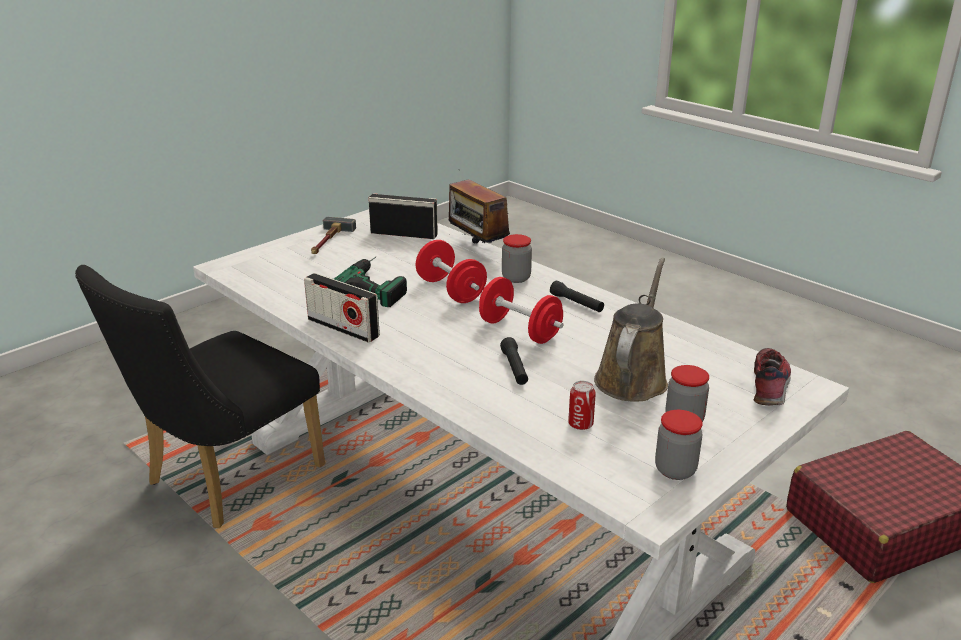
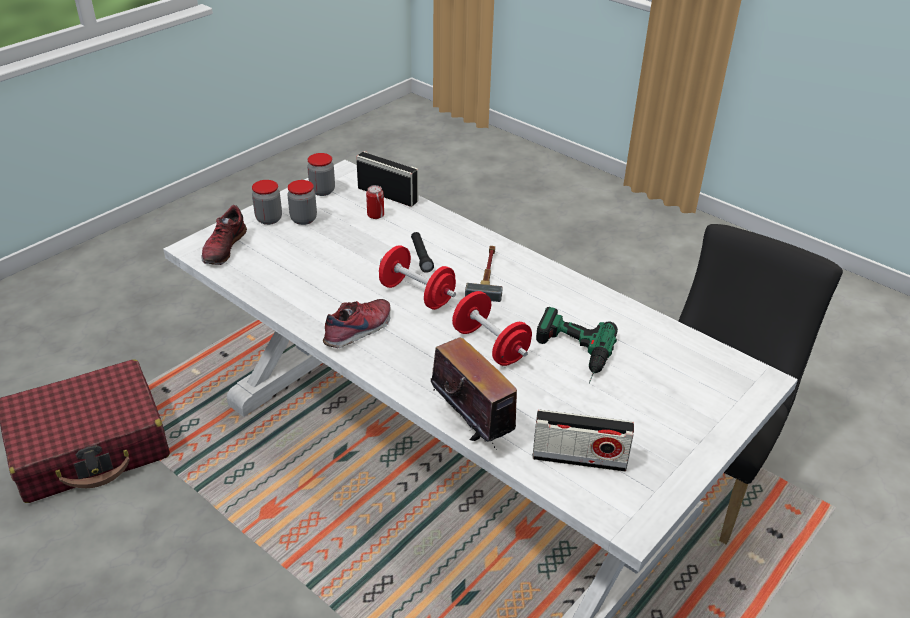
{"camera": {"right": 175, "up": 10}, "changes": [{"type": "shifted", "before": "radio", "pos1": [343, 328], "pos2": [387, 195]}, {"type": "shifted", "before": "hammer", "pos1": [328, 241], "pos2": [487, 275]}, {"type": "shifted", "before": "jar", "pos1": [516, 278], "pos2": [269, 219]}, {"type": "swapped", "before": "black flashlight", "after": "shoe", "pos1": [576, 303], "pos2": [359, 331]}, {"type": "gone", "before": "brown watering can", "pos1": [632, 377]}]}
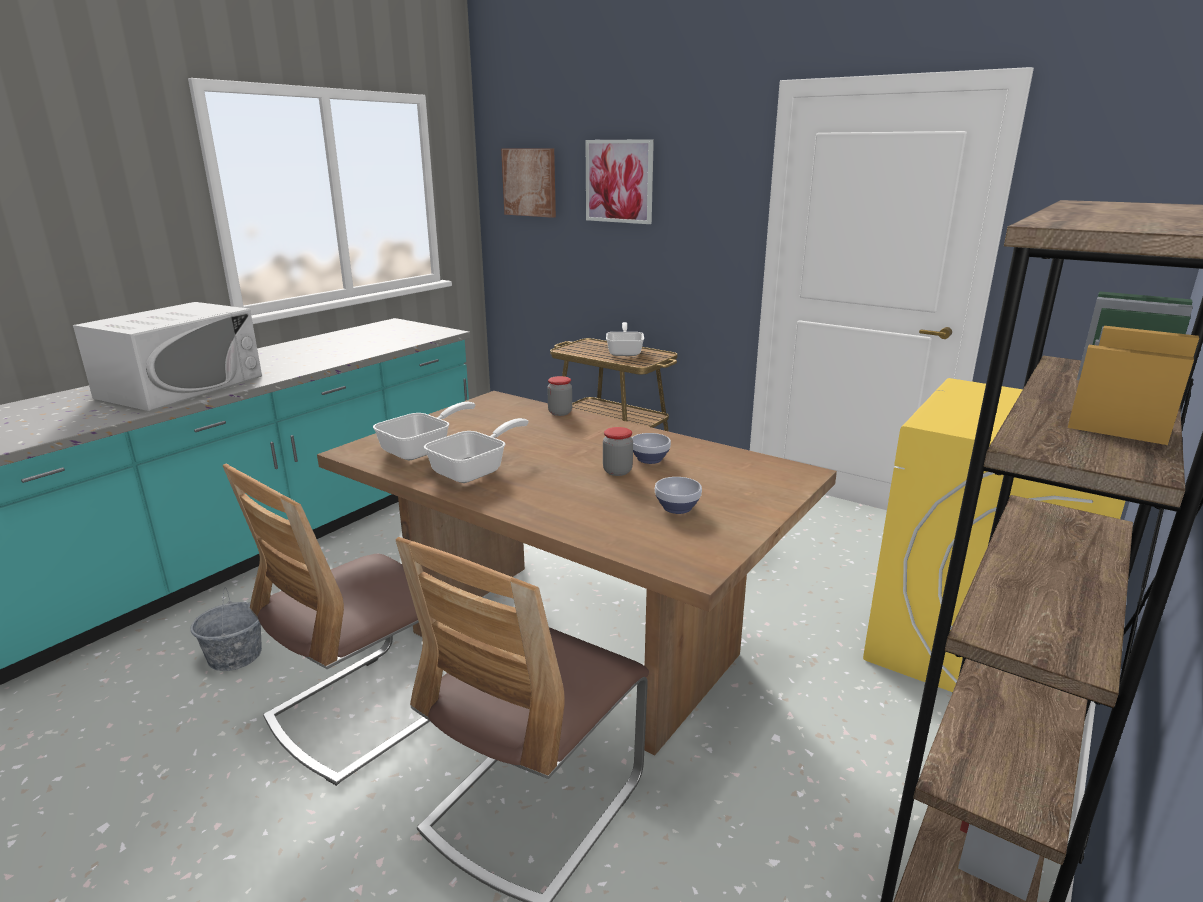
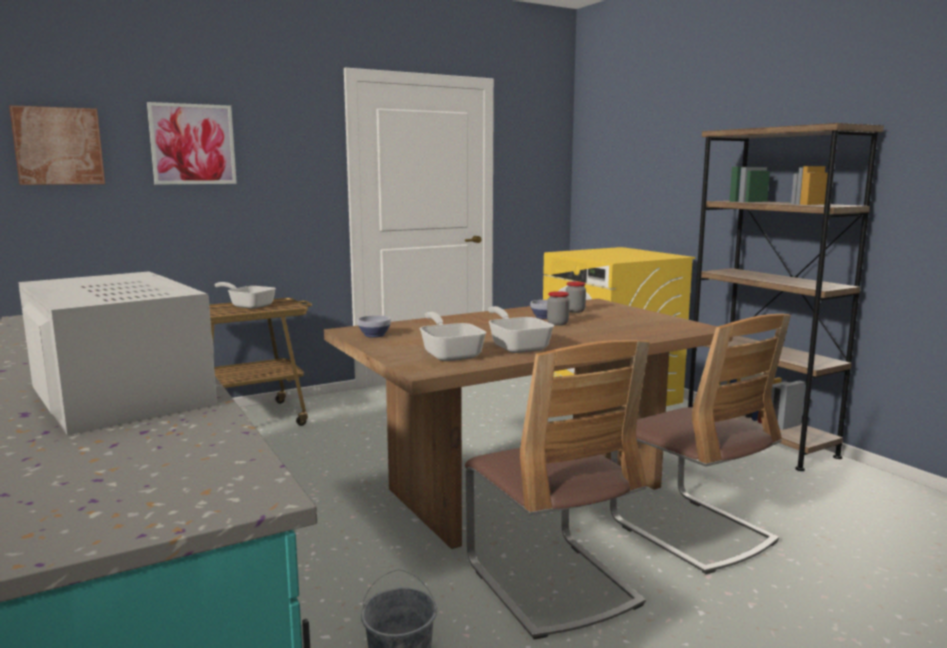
{"camera": {"right": -65, "up": -10}, "changes": [{"type": "shifted", "before": "jar", "pos1": [560, 412], "pos2": [575, 311]}, {"type": "shifted", "before": "bowl", "pos1": [678, 507], "pos2": [374, 335]}]}
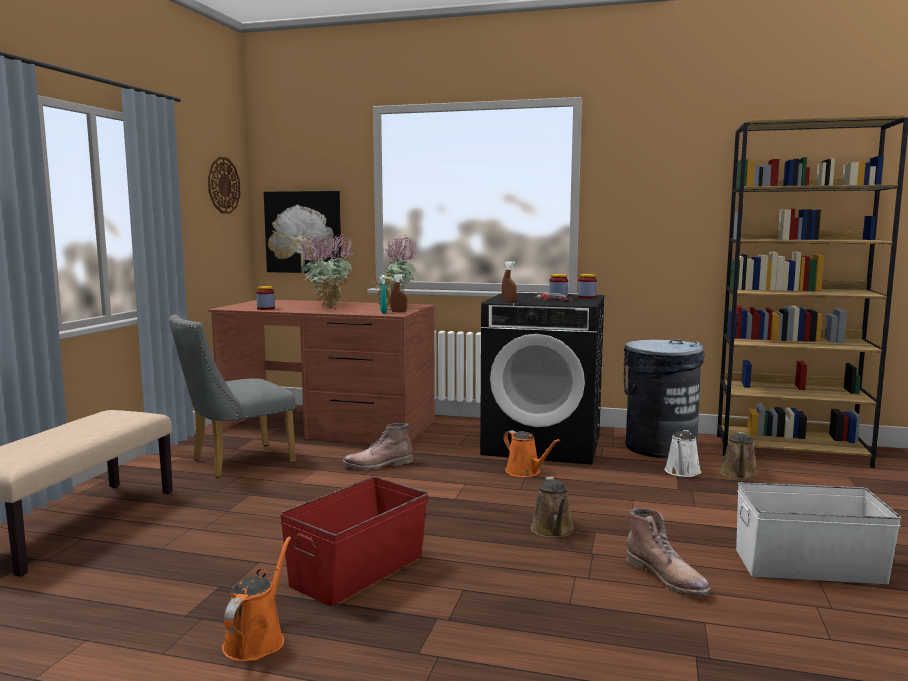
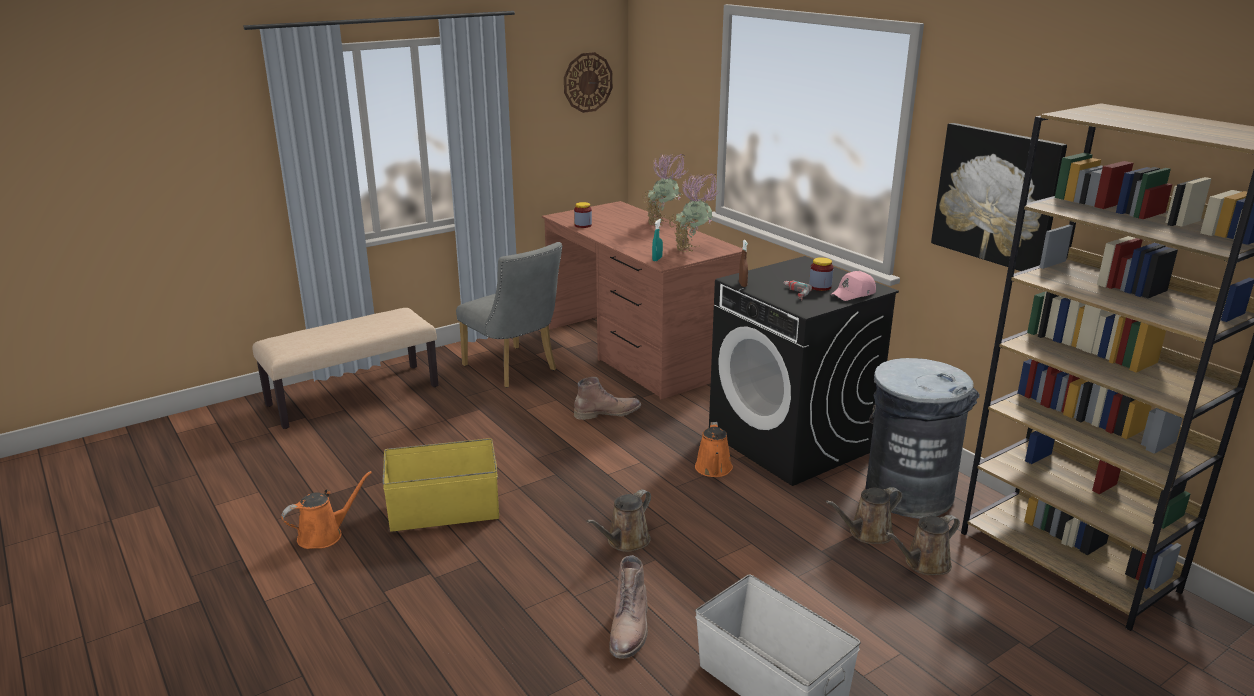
{"camera": {"right": 40, "up": 15}, "changes": [{"type": "rotated", "before": "grey chair", "pos1": [235, 462], "pos2": [514, 370], "turn": -135}, {"type": "shifted", "before": "picture", "pos1": [304, 232], "pos2": [997, 196]}, {"type": "repainted", "before": "red storage box", "after": "yellow storage box", "pos1": [359, 570], "pos2": [445, 511]}, {"type": "gone", "before": "potted plant", "pos1": [323, 307]}, {"type": "rotated", "before": "brown boot", "pos1": [378, 465], "pos2": [607, 412], "turn": 135}, {"type": "gone", "before": "brown spray bottle", "pos1": [398, 312]}, {"type": "swapped", "before": "jar", "after": "pink cap", "pos1": [586, 297], "pos2": [853, 294]}, {"type": "repainted", "before": "white watering can", "after": "brown watering can", "pos1": [682, 472], "pos2": [867, 533]}]}
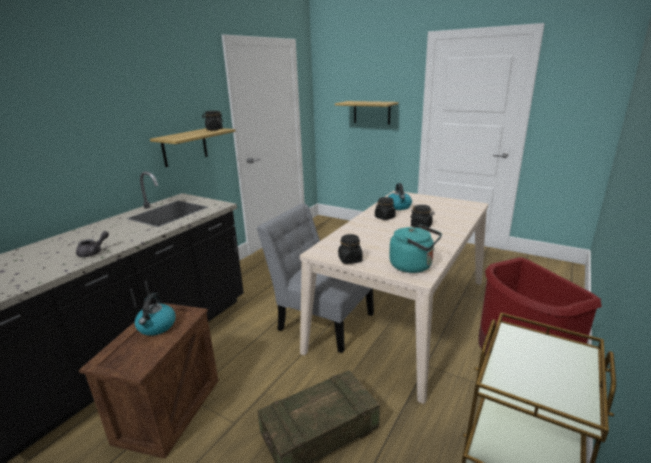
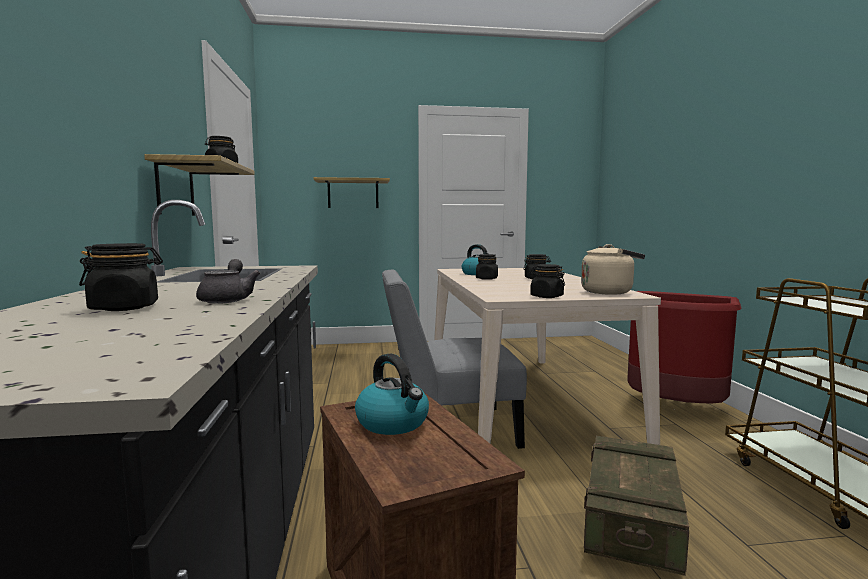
{"camera": {"right": -40, "up": -15}, "changes": [{"type": "repainted", "before": "turquoise kettle", "after": "beige kettle", "pos1": [413, 266], "pos2": [609, 292]}, {"type": "new", "after": "black jar", "pos2": [125, 308]}]}
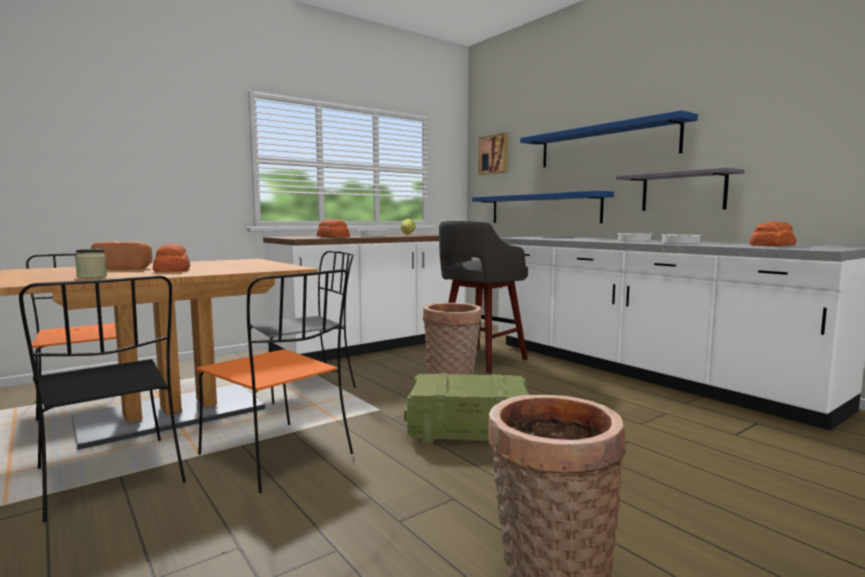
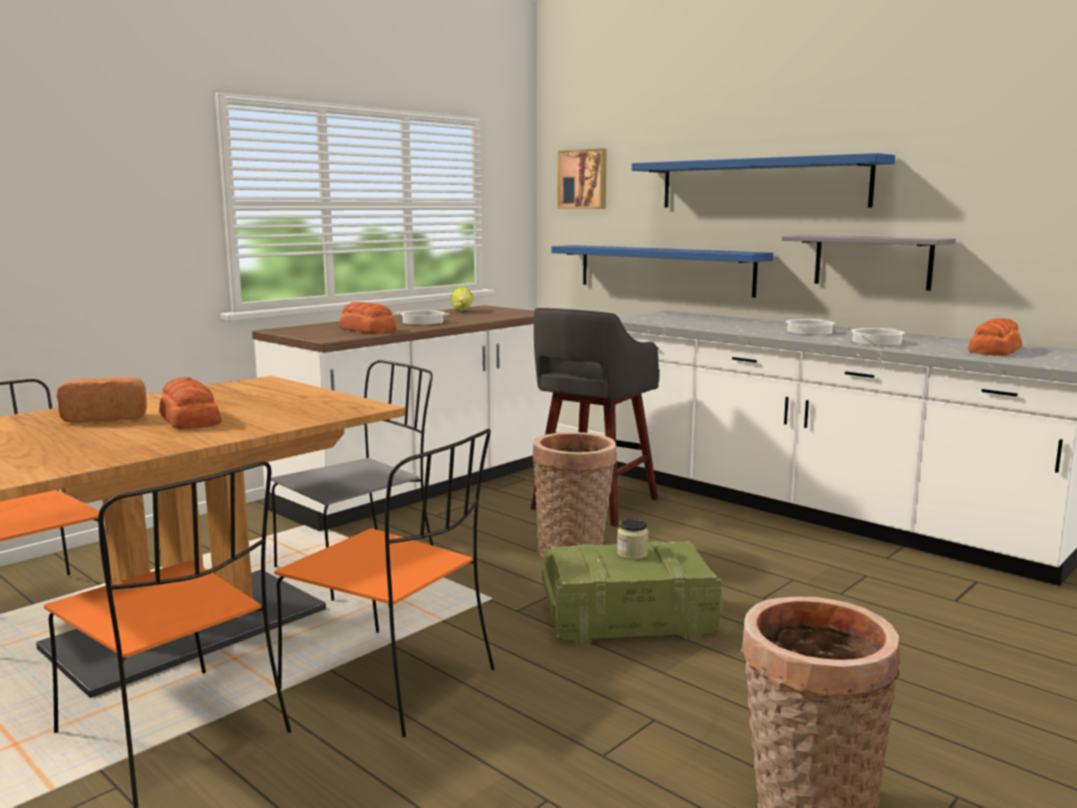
{"camera": {"right": -10, "up": 5}, "changes": [{"type": "repainted", "before": "black chair", "after": "orange chair", "pos1": [111, 478], "pos2": [177, 735]}, {"type": "shifted", "before": "jar", "pos1": [92, 276], "pos2": [632, 554]}]}
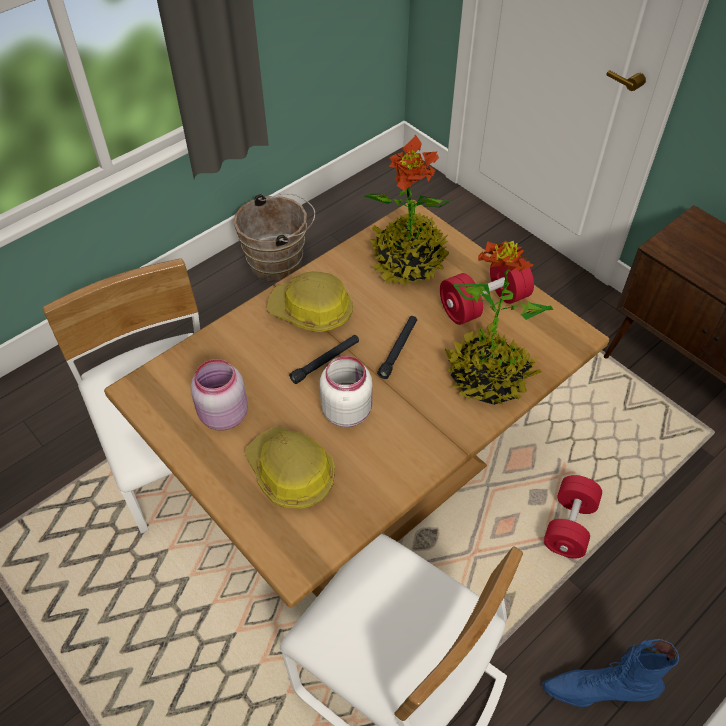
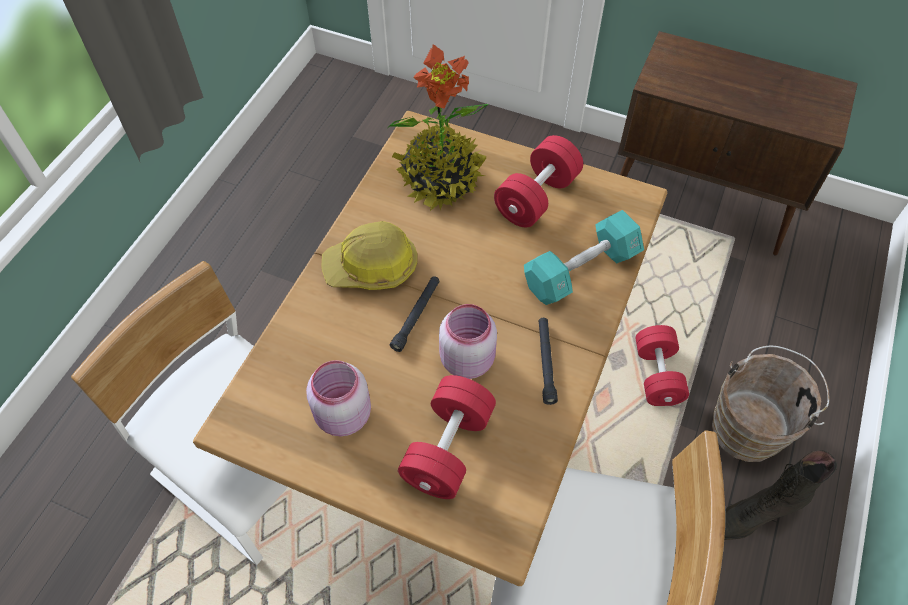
{"camera": {"right": -25, "up": 5}, "changes": [{"type": "shifted", "before": "brown bucket", "pos1": [280, 262], "pos2": [750, 426]}, {"type": "swapped", "before": "hard hat", "after": "red dumbbell", "pos1": [290, 473], "pos2": [448, 448]}, {"type": "repainted", "before": "white jar", "after": "pink jar", "pos1": [347, 410], "pos2": [467, 358]}, {"type": "shifted", "before": "black flashlight", "pos1": [398, 349], "pos2": [546, 362]}, {"type": "swapped", "before": "potted plant", "after": "turquoise dumbbell", "pos1": [488, 377], "pos2": [581, 270]}, {"type": "repainted", "before": "blue boot", "after": "black boot", "pos1": [596, 691], "pos2": [752, 516]}]}
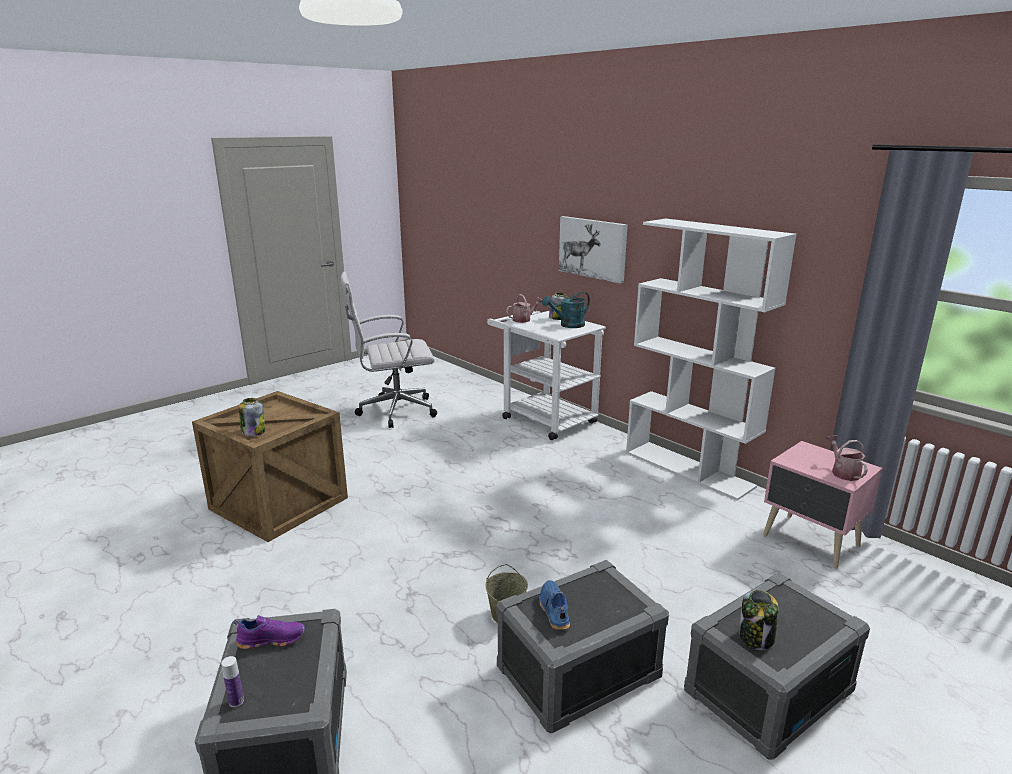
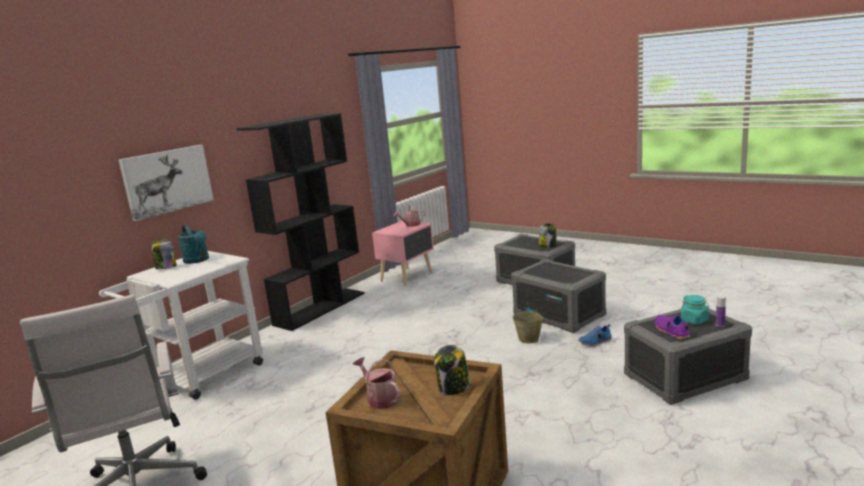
{"camera": {"right": -100, "up": -5}, "changes": [{"type": "shifted", "before": "watering can", "pos1": [524, 319], "pos2": [380, 398]}, {"type": "shifted", "before": "blue shoe", "pos1": [553, 610], "pos2": [595, 342]}, {"type": "repainted", "before": "white bookcase", "after": "black bookcase", "pos1": [689, 469], "pos2": [320, 308]}, {"type": "new", "after": "turquoise jar", "pos2": [694, 320]}]}
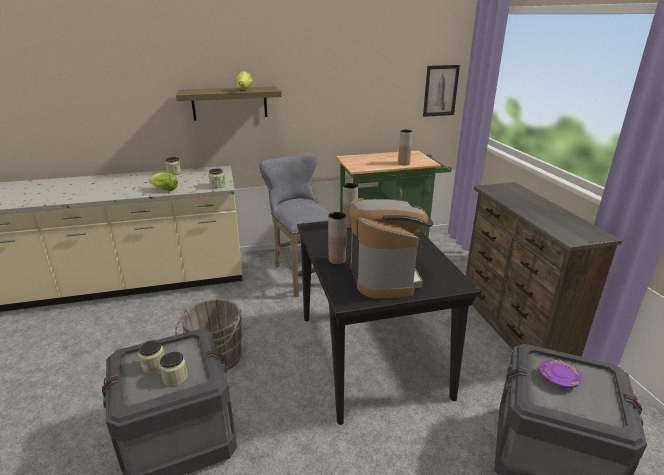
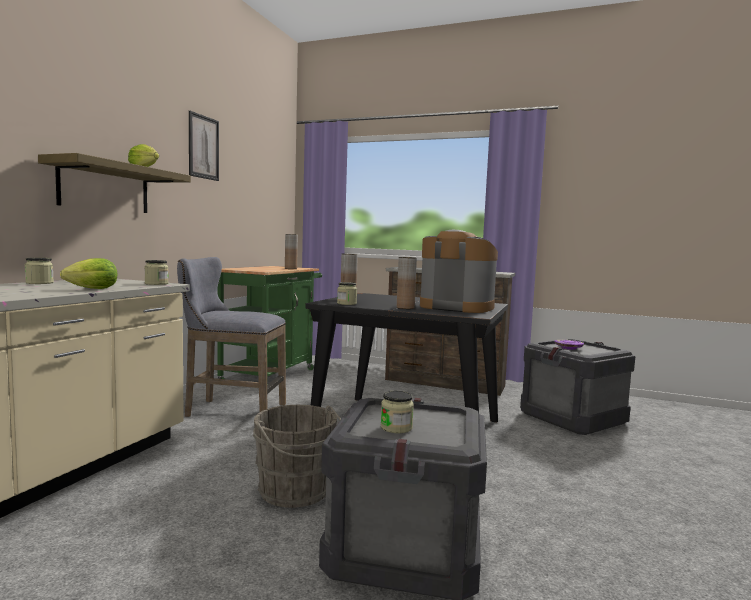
{"camera": {"right": -55, "up": -20}, "changes": [{"type": "shifted", "before": "jar", "pos1": [175, 378], "pos2": [346, 303]}, {"type": "shifted", "before": "picture", "pos1": [440, 91], "pos2": [203, 147]}]}
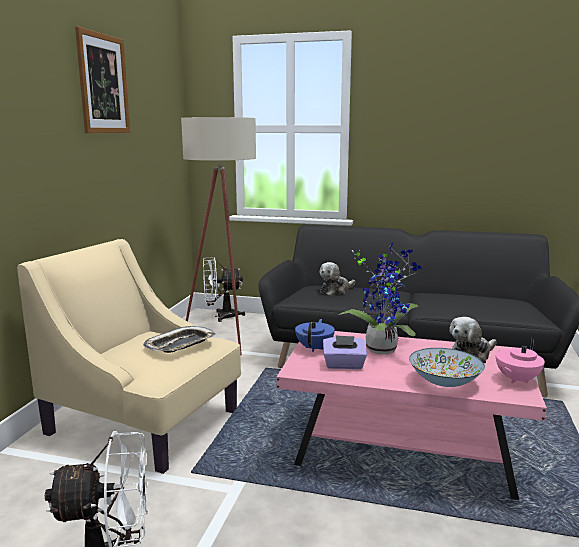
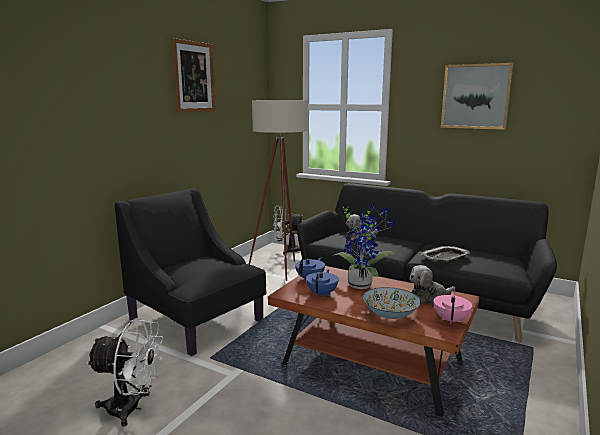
{"camera": {"right": 15, "up": 0}, "changes": [{"type": "repainted", "before": "beige armchair", "after": "black armchair", "pos1": [145, 422], "pos2": [196, 320]}, {"type": "shifted", "before": "tray", "pos1": [180, 345], "pos2": [445, 257]}, {"type": "repainted", "before": "pink coffee table", "after": "brown coffee table", "pos1": [403, 449], "pos2": [371, 365]}, {"type": "swapped", "before": "purple tissue box", "after": "blue teapot", "pos1": [344, 365], "pos2": [322, 293]}, {"type": "rotated", "before": "pink teapot", "pos1": [516, 379], "pos2": [451, 320], "turn": 135}, {"type": "new", "after": "picture", "pos2": [475, 96]}]}
